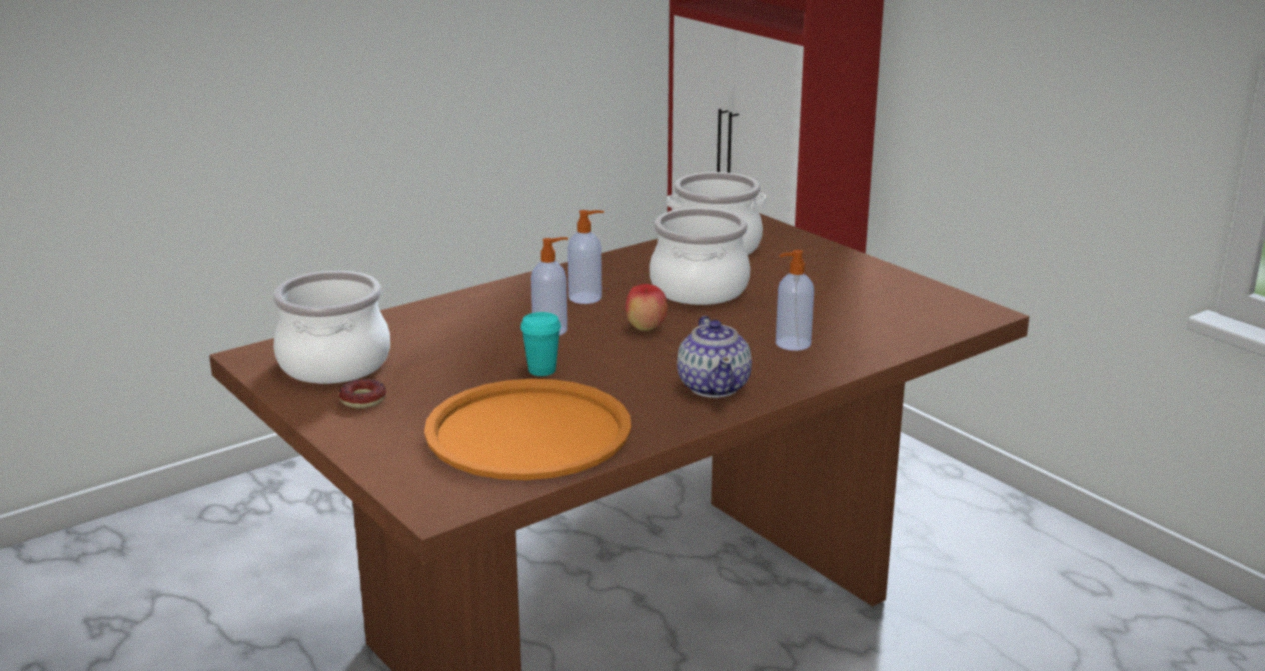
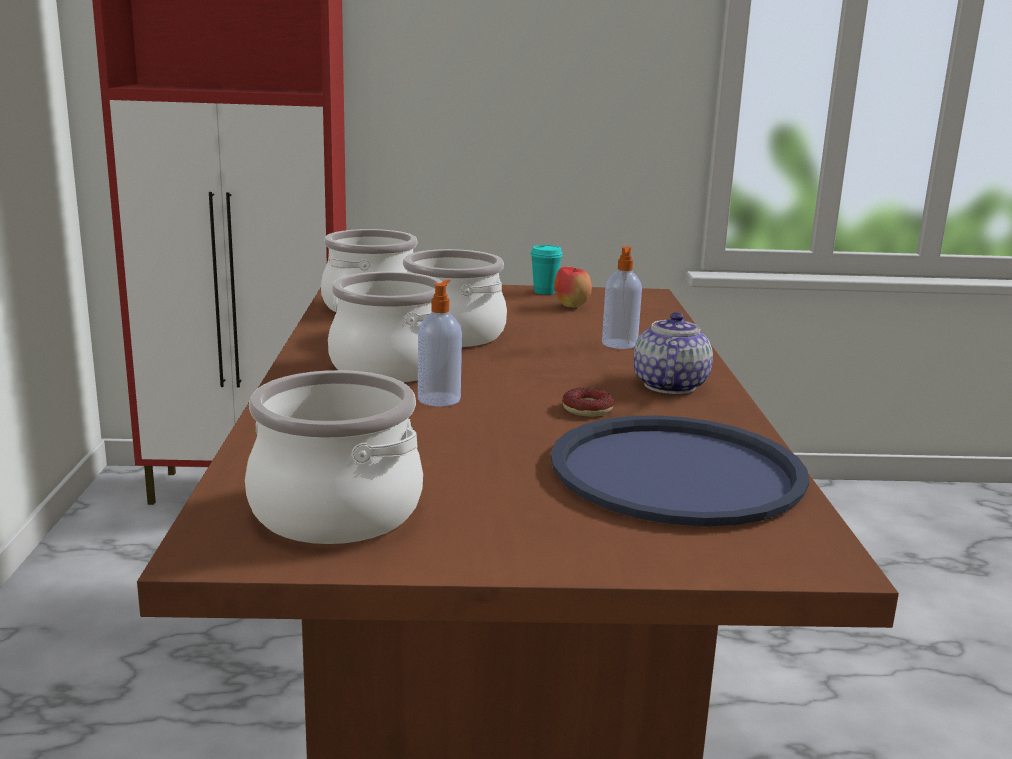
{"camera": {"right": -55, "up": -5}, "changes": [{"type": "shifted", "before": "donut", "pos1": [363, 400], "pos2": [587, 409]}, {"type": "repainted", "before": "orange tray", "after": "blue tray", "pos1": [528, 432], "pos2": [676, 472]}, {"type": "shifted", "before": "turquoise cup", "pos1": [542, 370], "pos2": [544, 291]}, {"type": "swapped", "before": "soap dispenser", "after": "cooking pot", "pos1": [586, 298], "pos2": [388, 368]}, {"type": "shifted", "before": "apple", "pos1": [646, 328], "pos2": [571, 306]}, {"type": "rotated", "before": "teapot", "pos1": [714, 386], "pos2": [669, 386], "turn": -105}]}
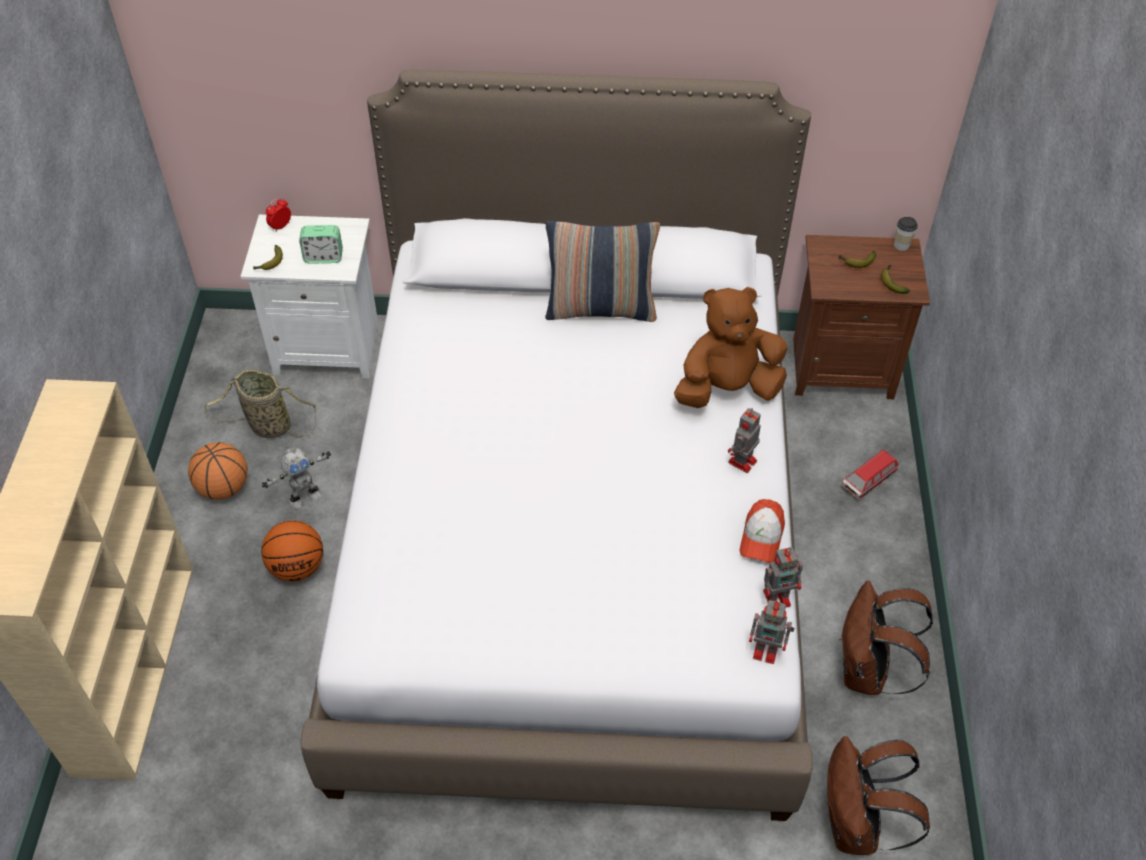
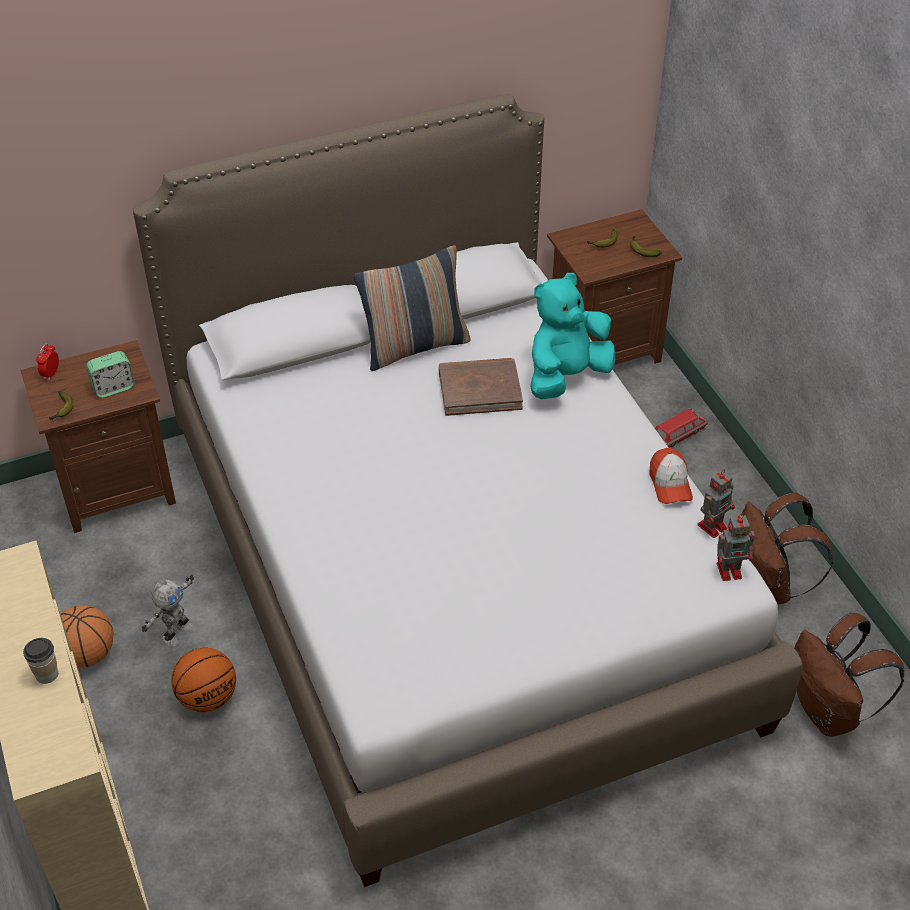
{"camera": {"right": -25, "up": -5}, "changes": [{"type": "gone", "before": "basket", "pos1": [266, 426]}, {"type": "repainted", "before": "white nightstand", "after": "brown nightstand", "pos1": [328, 347], "pos2": [116, 489]}, {"type": "repainted", "before": "brown plush toy", "after": "turquoise plush toy", "pos1": [727, 389], "pos2": [566, 376]}, {"type": "gone", "before": "toy robot", "pos1": [741, 462]}, {"type": "rotated", "before": "toy car", "pos1": [868, 480], "pos2": [678, 434], "turn": -150}, {"type": "shifted", "before": "cup", "pos1": [901, 245], "pos2": [47, 674]}, {"type": "new", "after": "brown book", "pos2": [480, 390]}]}
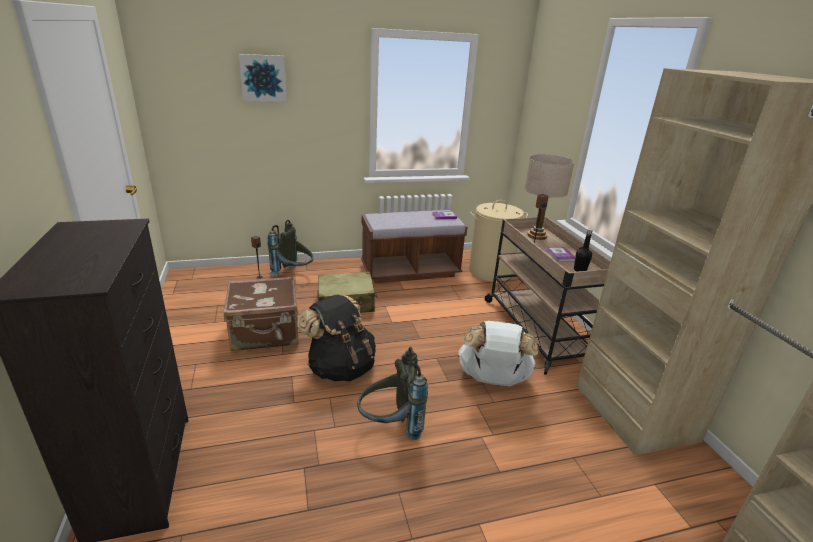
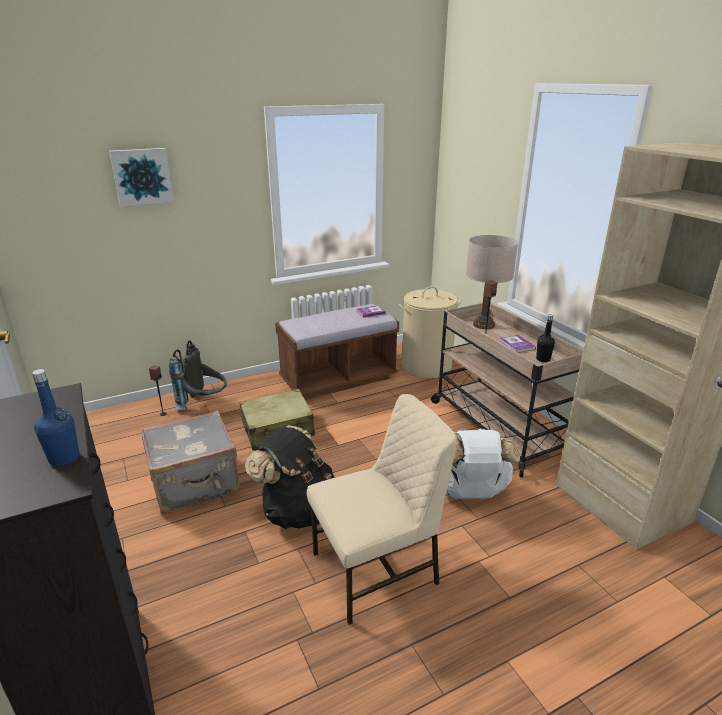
{"camera": {"right": -10, "up": 0}, "changes": [{"type": "repainted", "before": "brown suitcase", "after": "grey suitcase", "pos1": [265, 333], "pos2": [195, 484]}, {"type": "swapped", "before": "grey backpack", "after": "beige chair", "pos1": [390, 426], "pos2": [377, 569]}, {"type": "new", "after": "blue bottle", "pos2": [64, 458]}]}
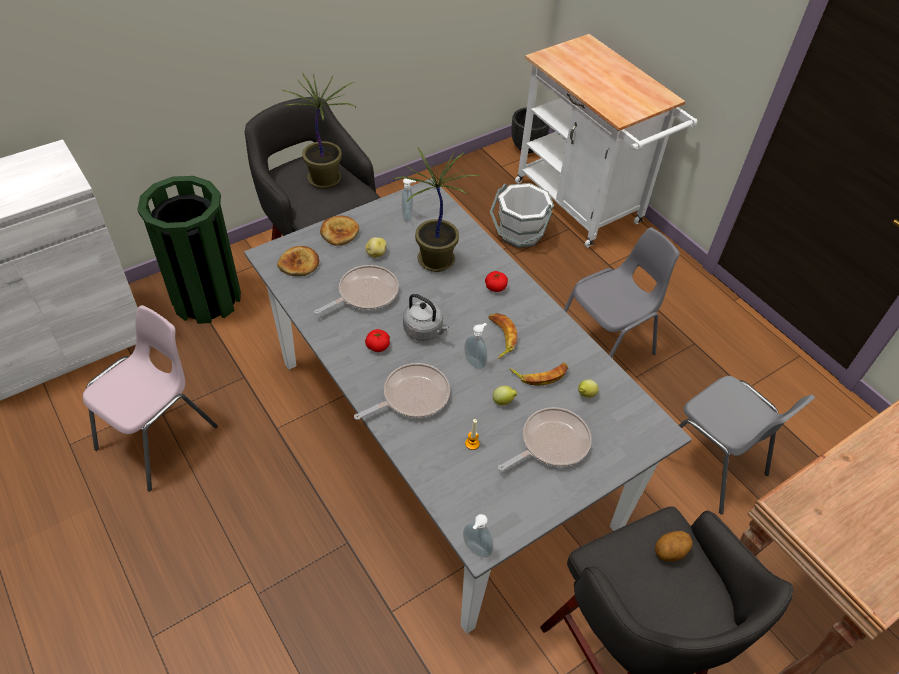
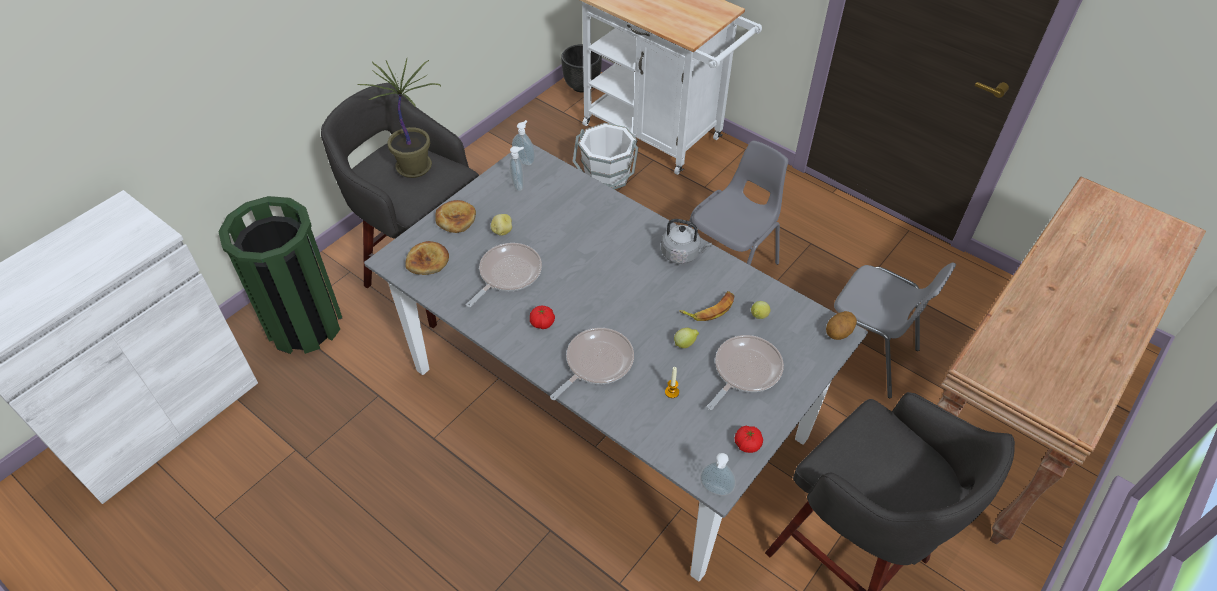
{"camera": {"right": -15, "up": 0}, "changes": [{"type": "gone", "before": "pink chair", "pos1": [159, 438]}, {"type": "gone", "before": "potted plant", "pos1": [434, 261]}, {"type": "shifted", "before": "grey kettle", "pos1": [424, 331], "pos2": [682, 254]}, {"type": "shifted", "before": "soap dispenser", "pos1": [475, 362], "pos2": [525, 161]}, {"type": "shifted", "before": "tomato", "pos1": [495, 287], "pos2": [747, 444]}, {"type": "gone", "before": "banana", "pos1": [500, 337]}, {"type": "shifted", "before": "potato", "pos1": [670, 552], "pos2": [839, 333]}]}
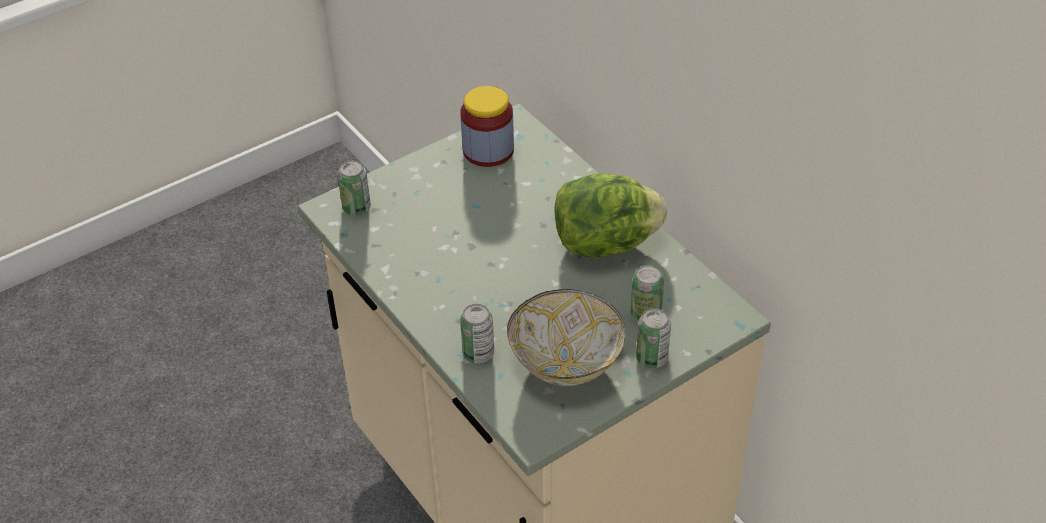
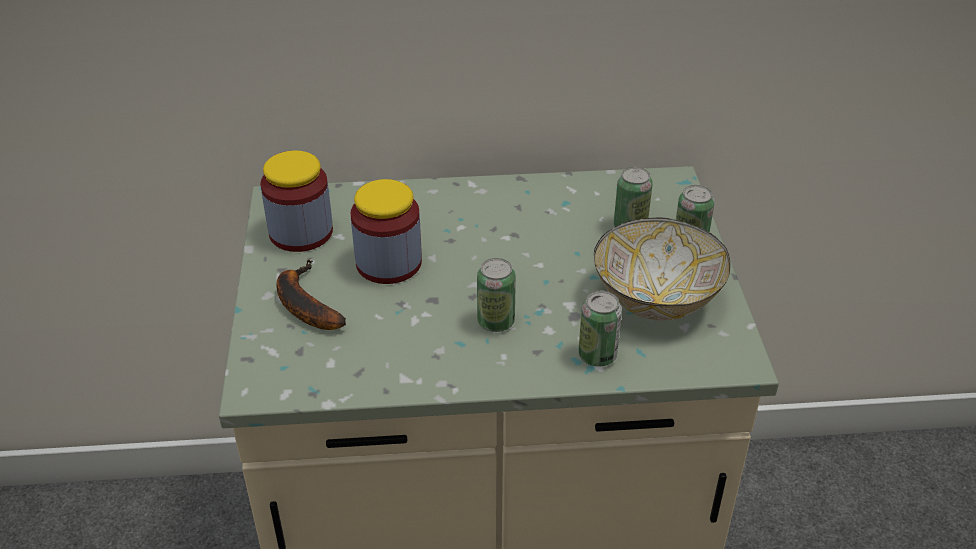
{"camera": {"right": -60, "up": -5}, "changes": [{"type": "shifted", "before": "can", "pos1": [356, 208], "pos2": [496, 322]}, {"type": "gone", "before": "lettuce", "pos1": [605, 243]}, {"type": "new", "after": "banana", "pos2": [303, 304]}, {"type": "new", "after": "jar", "pos2": [388, 263]}]}
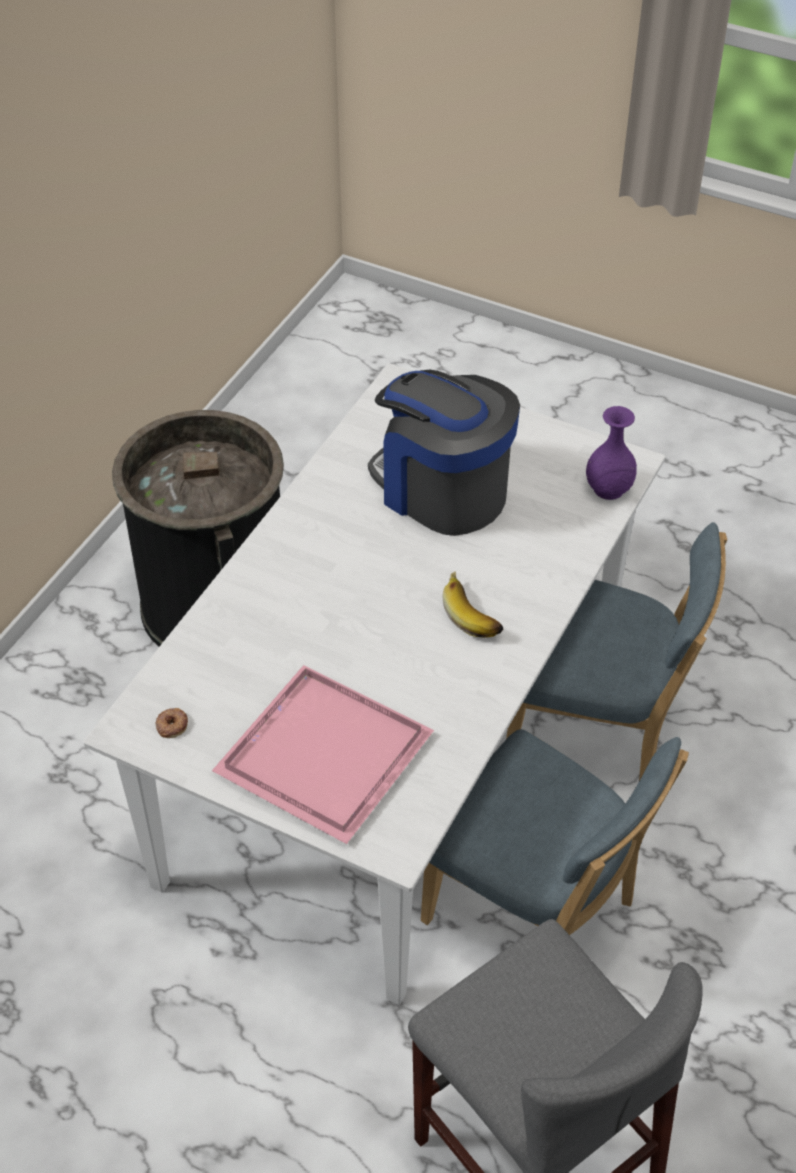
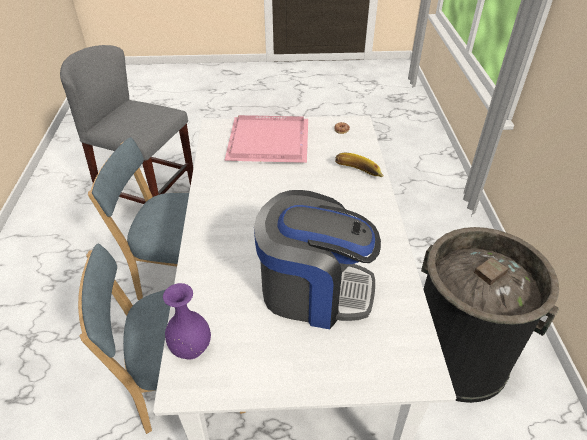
{"camera": {"right": 150, "up": -5}, "changes": [{"type": "shifted", "before": "banana", "pos1": [474, 614], "pos2": [357, 173]}]}
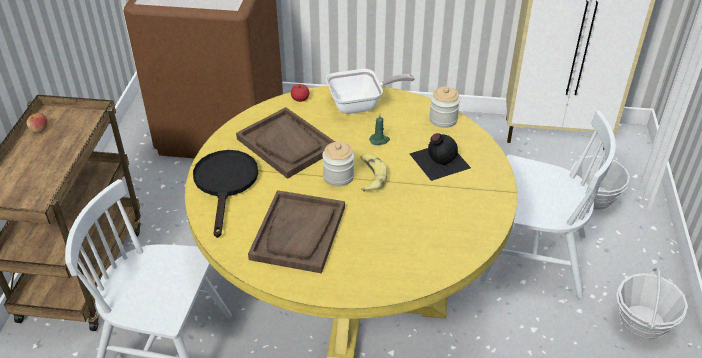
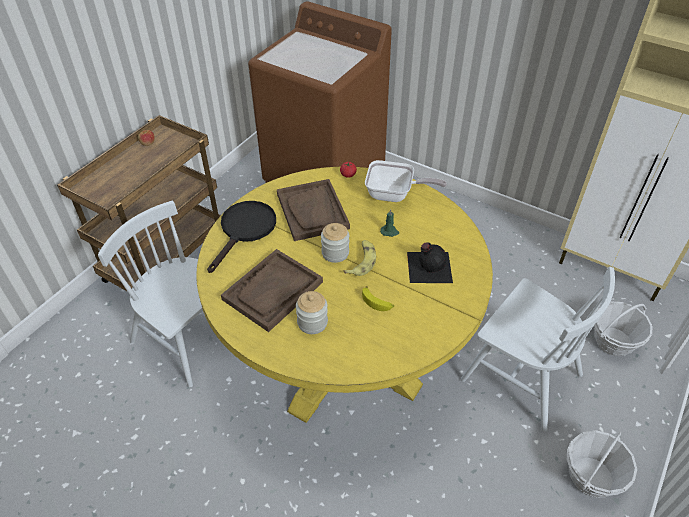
{"camera": {"right": 25, "up": 5}, "changes": [{"type": "shifted", "before": "jar", "pos1": [443, 119], "pos2": [312, 322]}, {"type": "new", "after": "banana", "pos2": [377, 302]}]}
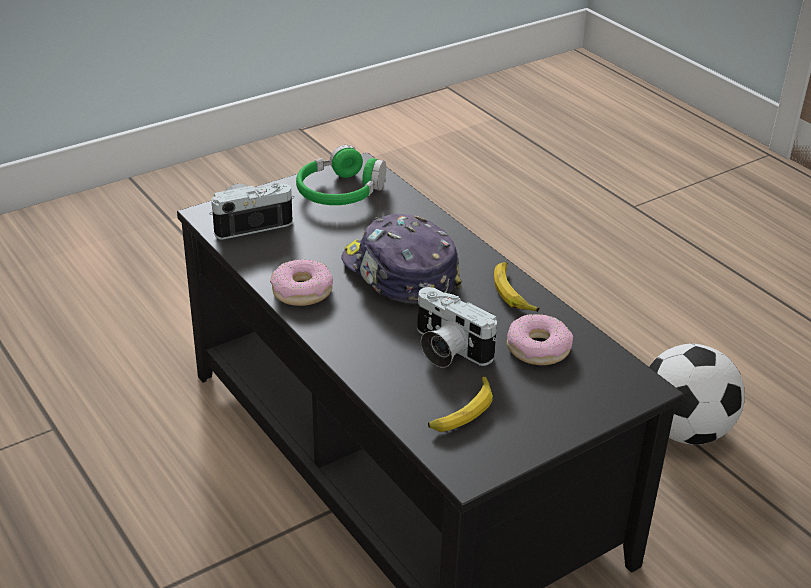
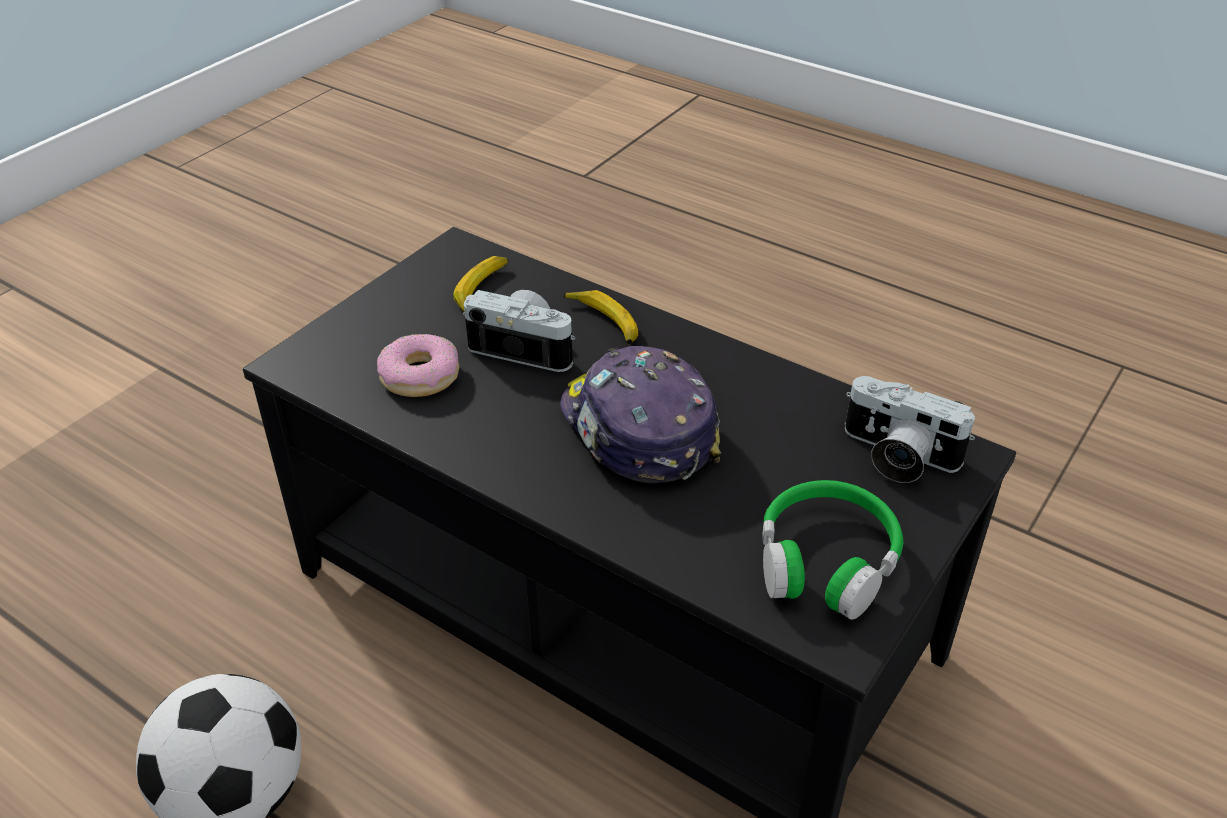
{"camera": {"right": 160, "up": 5}, "changes": [{"type": "rotated", "before": "photo camera", "pos1": [250, 223], "pos2": [896, 456], "turn": 75}, {"type": "gone", "before": "donut", "pos1": [302, 291]}, {"type": "rotated", "before": "cap", "pos1": [399, 274], "pos2": [637, 430], "turn": -150}, {"type": "shifted", "before": "banana", "pos1": [513, 292], "pos2": [604, 322]}]}
